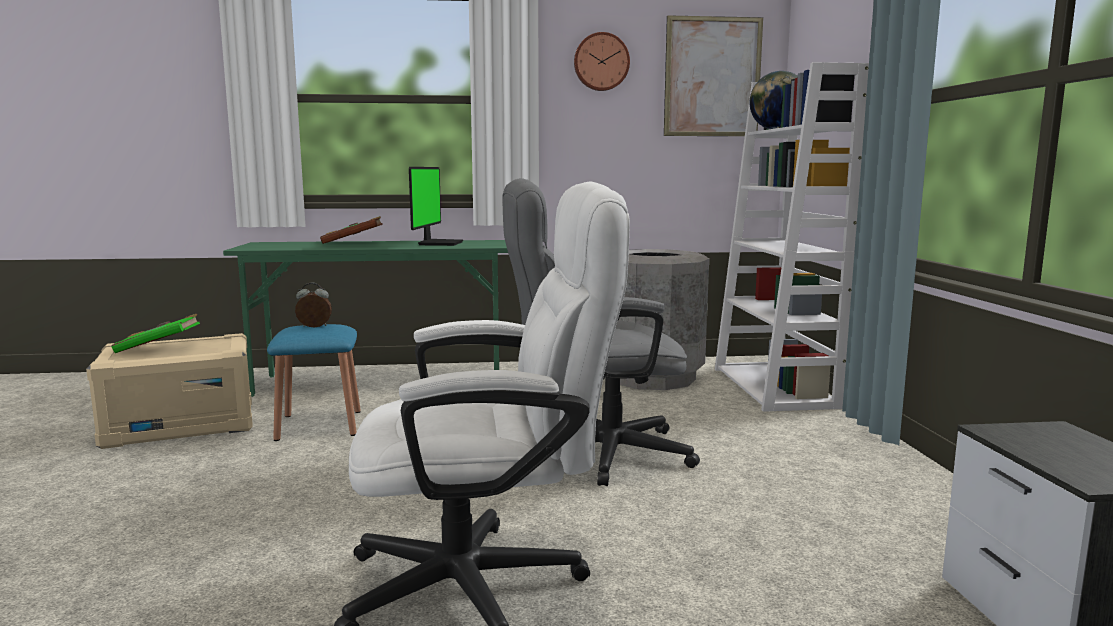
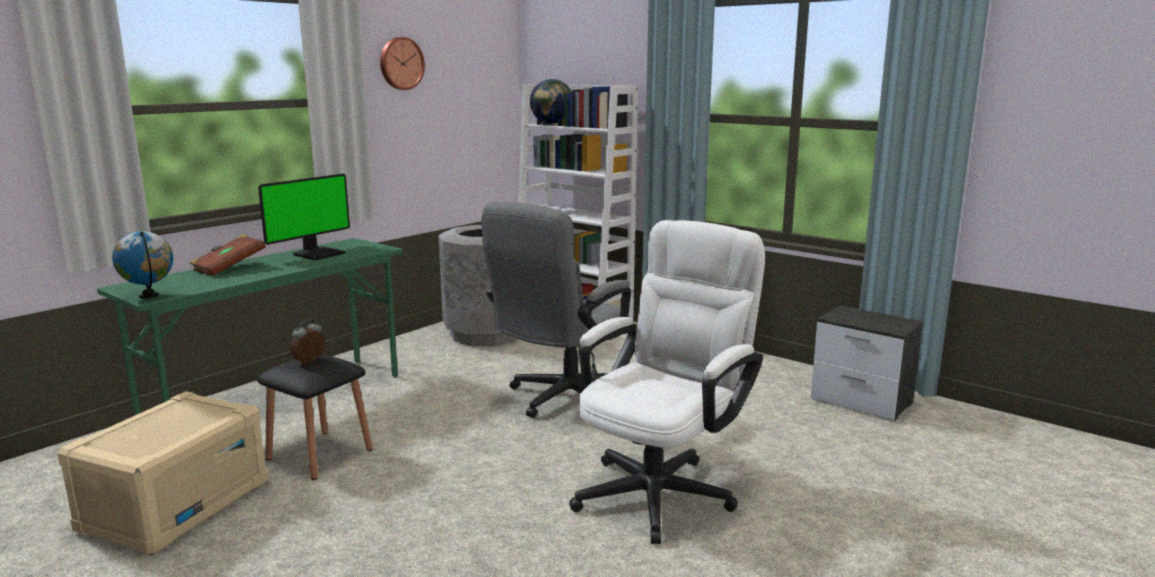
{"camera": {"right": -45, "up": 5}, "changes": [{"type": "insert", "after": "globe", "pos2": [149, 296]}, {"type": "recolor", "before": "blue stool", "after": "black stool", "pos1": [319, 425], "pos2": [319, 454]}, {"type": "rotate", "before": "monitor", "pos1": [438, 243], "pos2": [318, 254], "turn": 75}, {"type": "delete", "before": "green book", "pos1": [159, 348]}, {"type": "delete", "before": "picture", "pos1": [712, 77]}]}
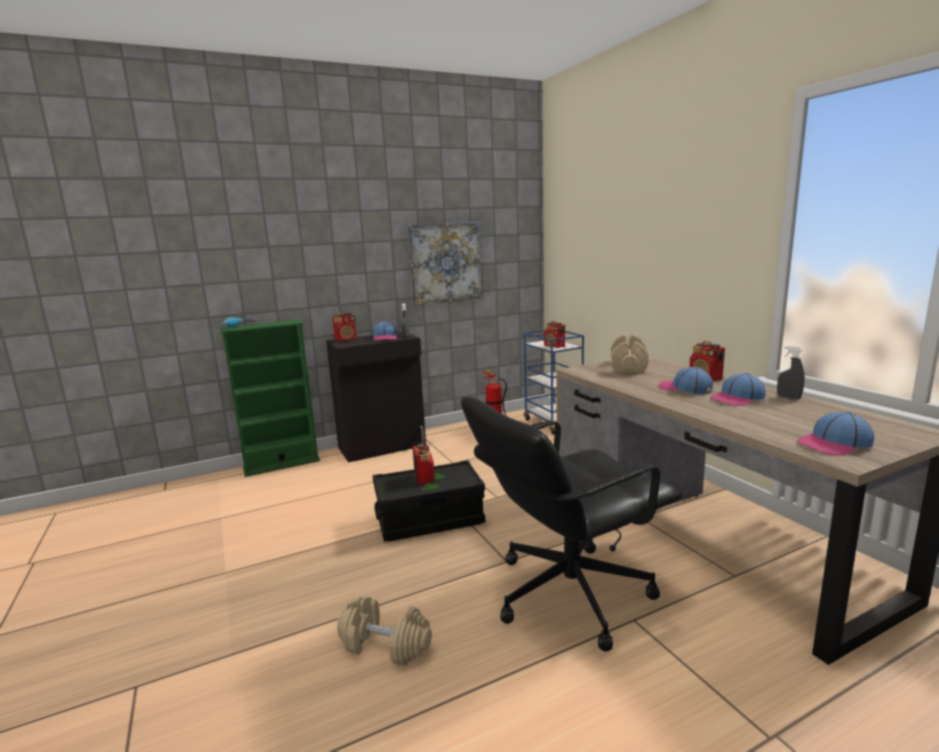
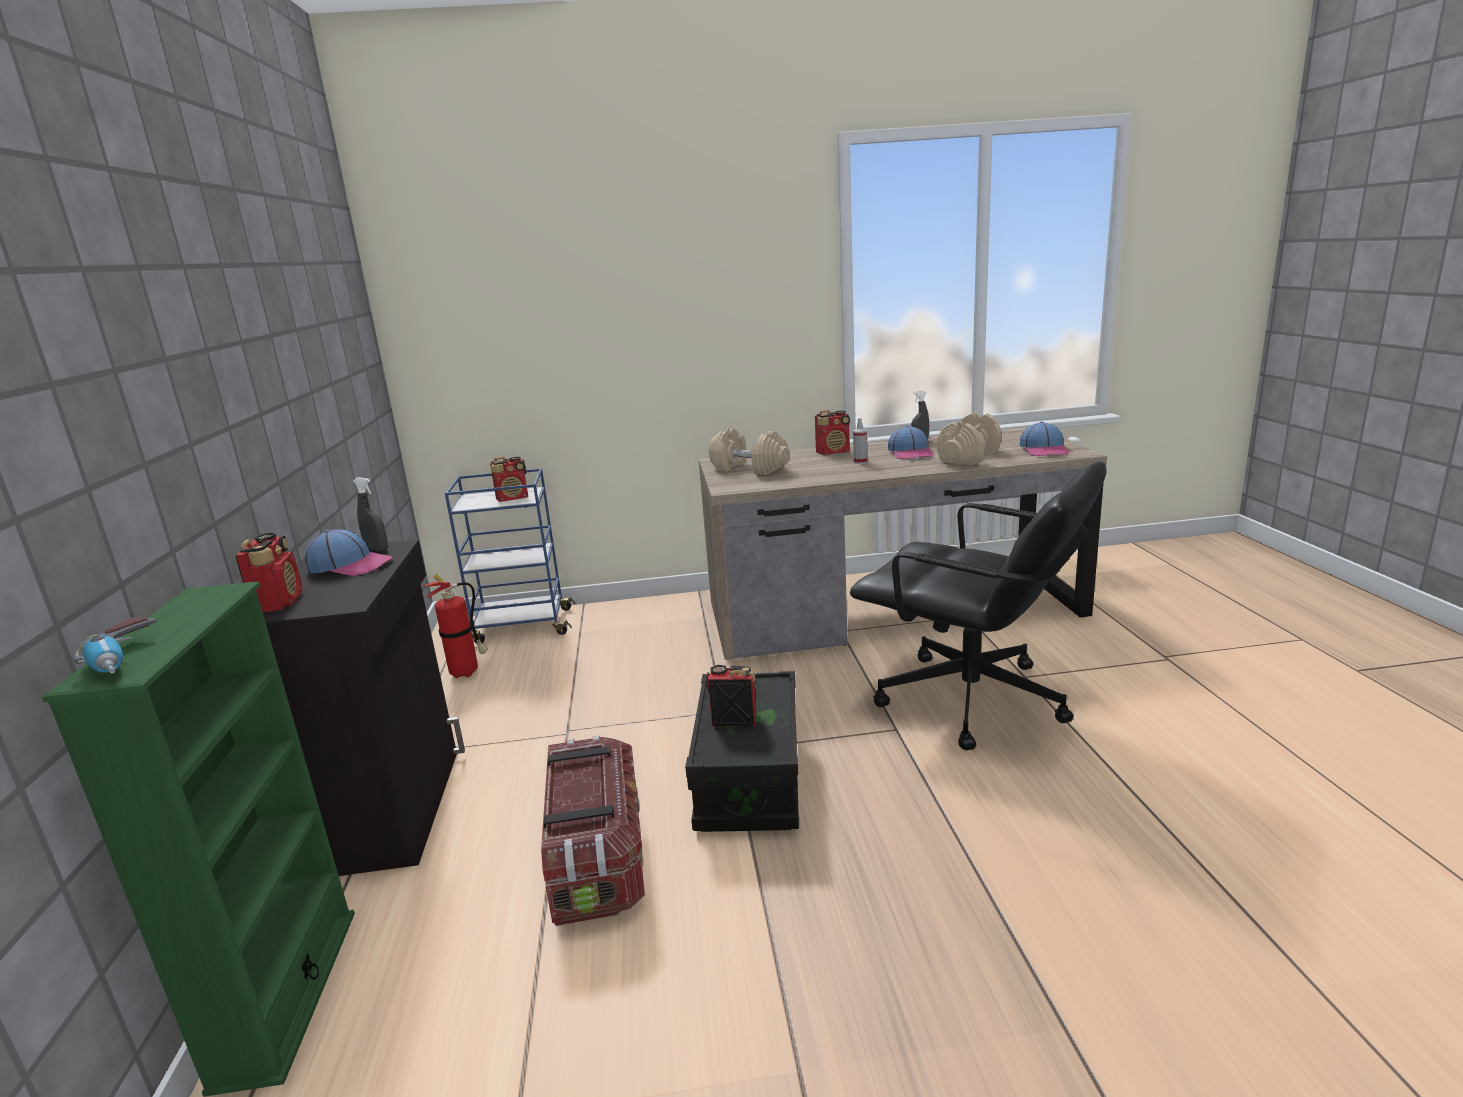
{"camera": {"right": -70, "up": 5}, "changes": [{"type": "insert", "after": "storage box", "pos2": [597, 856]}, {"type": "rotate", "before": "black office chair", "pos1": [568, 593], "pos2": [972, 701], "turn": -45}, {"type": "replace", "before": "cap", "after": "spray bottle", "pos1": [684, 388], "pos2": [860, 462]}, {"type": "move", "before": "beige dumbbell", "pos1": [386, 645], "pos2": [968, 457]}, {"type": "delete", "before": "picture", "pos1": [446, 262]}]}
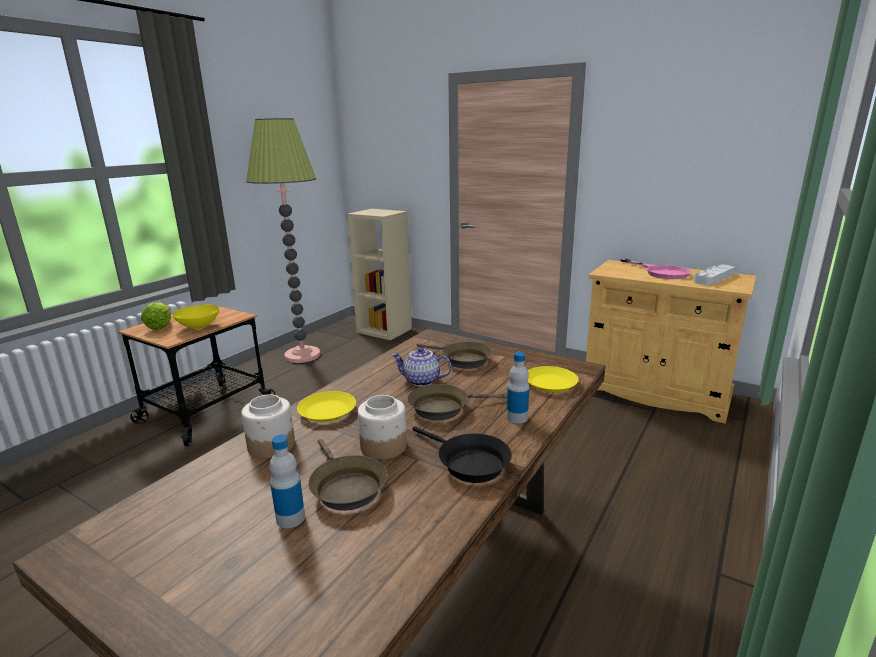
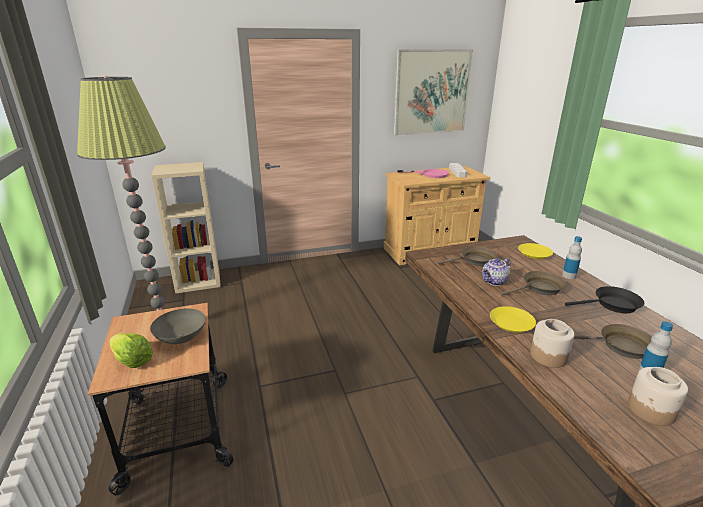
{"camera": {"right": -50, "up": 5}, "changes": [{"type": "recolor", "before": "yellow bowl", "after": "grey bowl", "pos1": [198, 326], "pos2": [181, 339]}, {"type": "insert", "after": "picture", "pos2": [431, 92]}, {"type": "rotate", "before": "brown frying pan", "pos1": [443, 408], "pos2": [539, 288], "turn": -135}, {"type": "move", "before": "jar", "pos1": [383, 446], "pos2": [651, 410]}]}
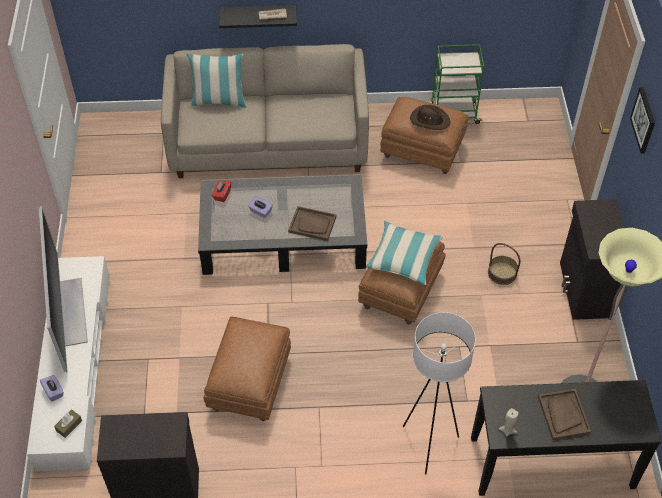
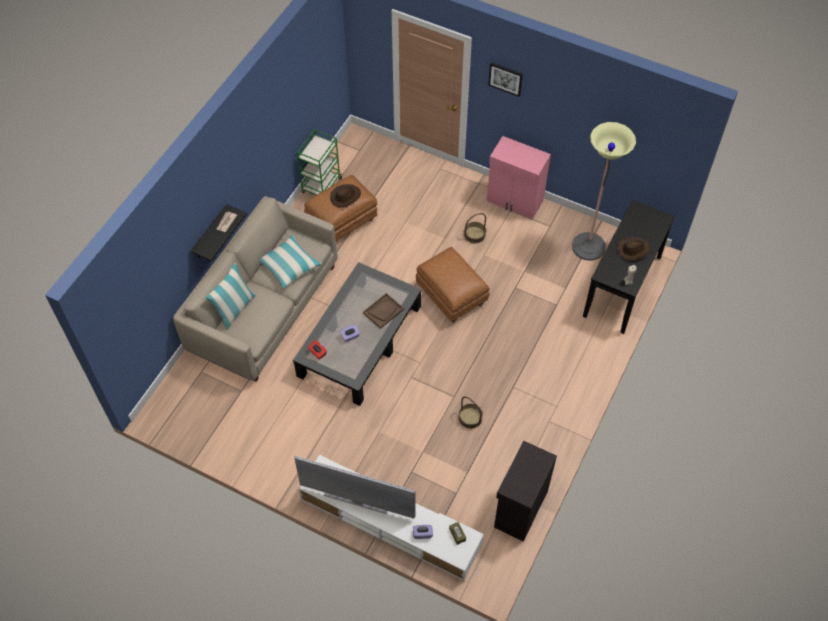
{"camera": {"right": -60, "up": 5}, "changes": [{"type": "move", "before": "pillow", "pos1": [404, 258], "pos2": [289, 265]}, {"type": "replace", "before": "brown ottoman", "after": "basket", "pos1": [249, 383], "pos2": [470, 418]}, {"type": "recolor", "before": "black cabinet", "after": "pink cabinet", "pos1": [583, 290], "pos2": [515, 201]}, {"type": "replace", "before": "brown tray", "after": "brown hat", "pos1": [563, 415], "pos2": [633, 249]}, {"type": "delete", "before": "white floor lamp", "pos1": [428, 444]}]}
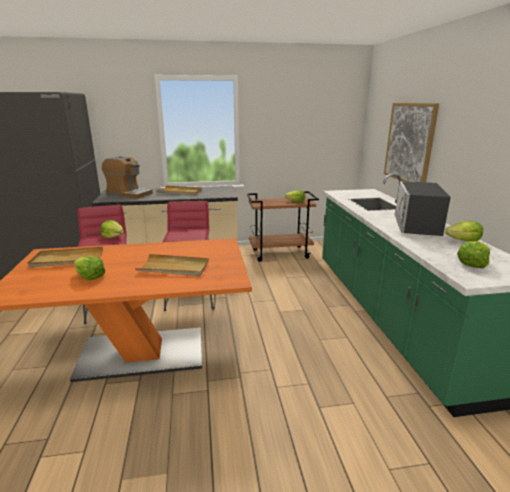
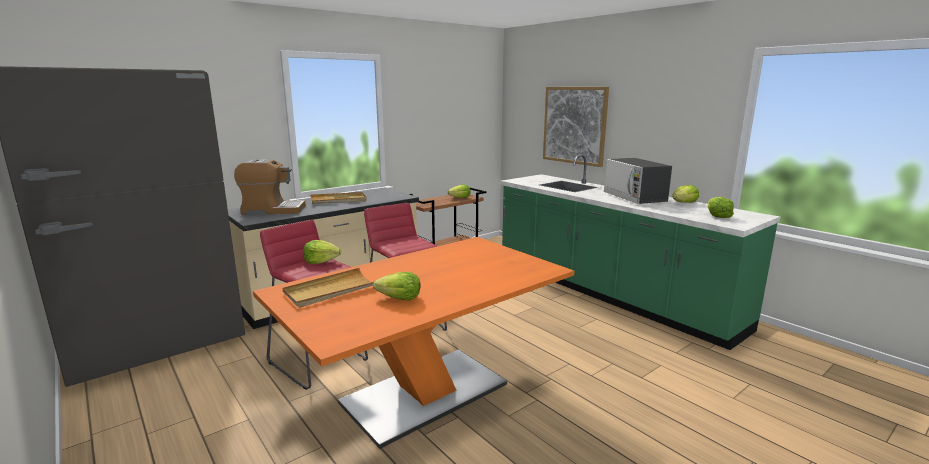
{"camera": {"right": -30, "up": -5}, "changes": [{"type": "delete", "before": "beige tray", "pos1": [174, 268]}]}
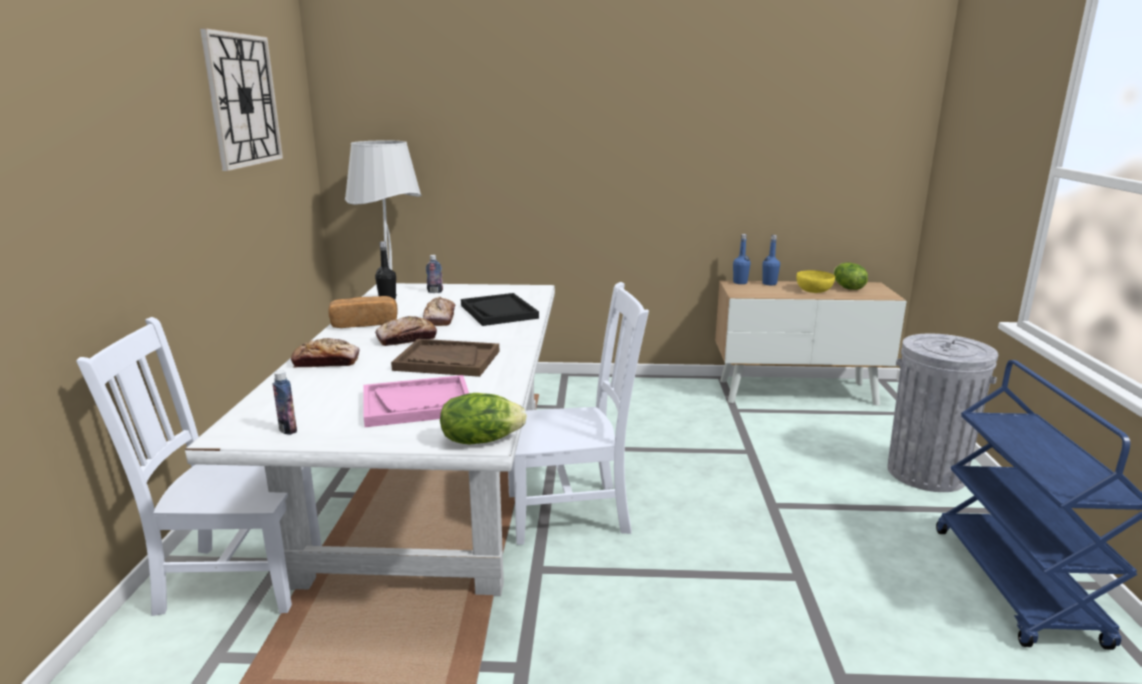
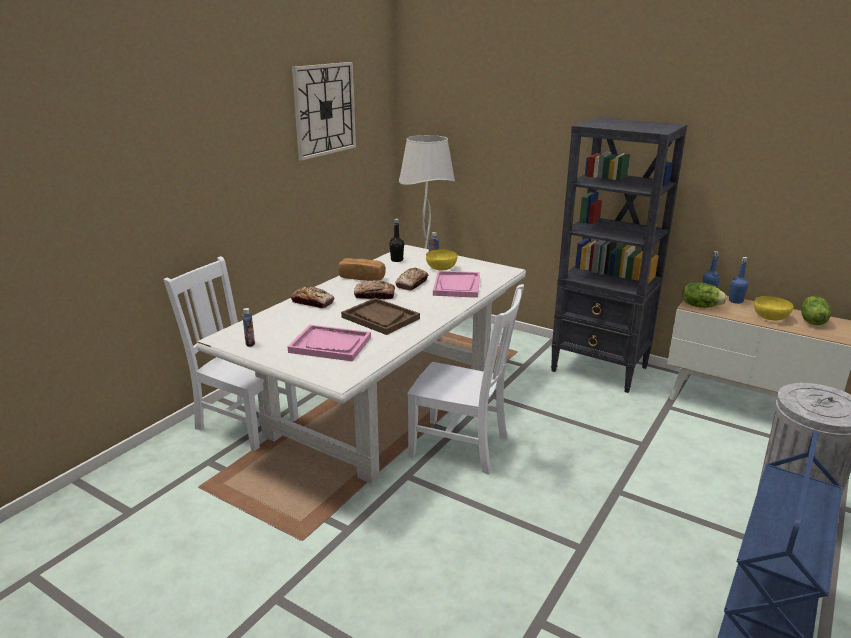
{"camera": {"right": 30, "up": 5}, "changes": [{"type": "insert", "after": "yellow bowl", "pos2": [441, 268]}, {"type": "recolor", "before": "black tray", "after": "pink tray", "pos1": [499, 312], "pos2": [457, 286]}, {"type": "insert", "after": "black bookcase", "pos2": [600, 369]}, {"type": "move", "before": "lettuce", "pos1": [480, 440], "pos2": [700, 306]}]}
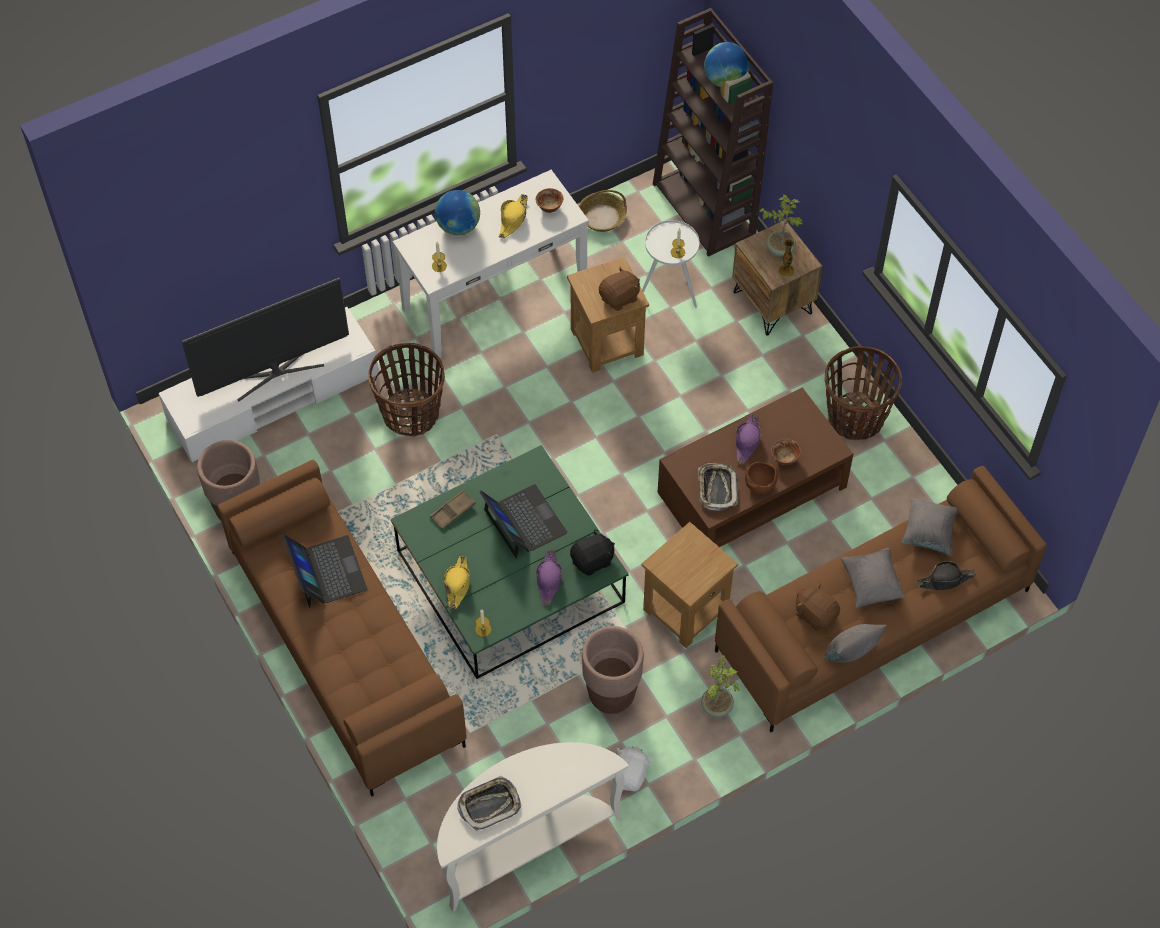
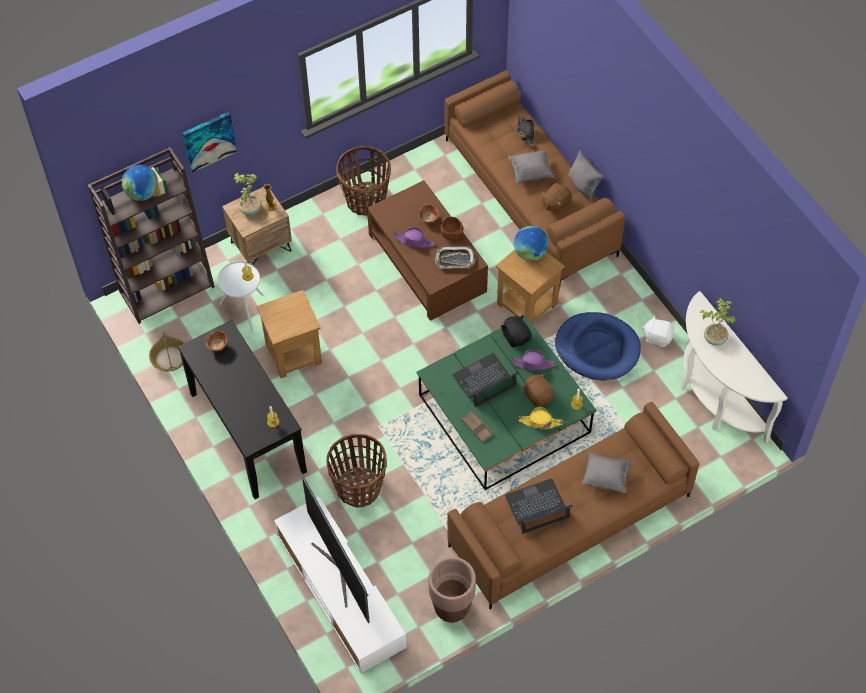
{"camera": {"right": -90, "up": 0}, "changes": [{"type": "recolor", "before": "white console table", "after": "black console table", "pos1": [494, 298], "pos2": [247, 432]}, {"type": "insert", "after": "picture", "pos2": [209, 141]}, {"type": "move", "before": "globe", "pos1": [458, 226], "pos2": [530, 253]}, {"type": "move", "before": "brown plush toy", "pos1": [619, 298], "pos2": [538, 395]}, {"type": "replace", "before": "brown planter", "after": "blue dog bed", "pos1": [611, 695], "pos2": [597, 348]}, {"type": "move", "before": "grey pillow", "pos1": [928, 533], "pos2": [606, 477]}, {"type": "move", "before": "potted plant", "pos1": [717, 706], "pos2": [714, 338]}, {"type": "delete", "before": "tray", "pos1": [489, 805]}, {"type": "delete", "before": "yellow hat", "pos1": [513, 219]}]}
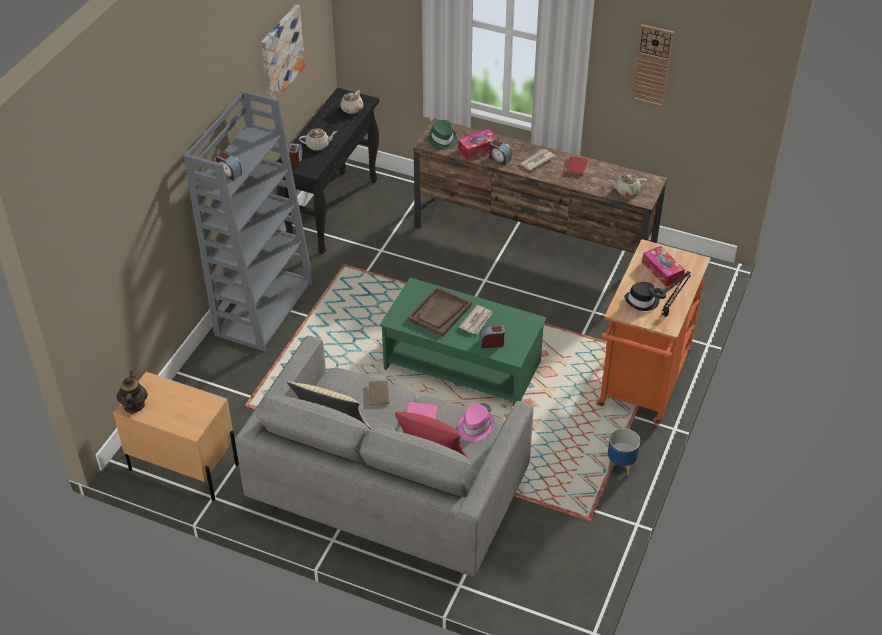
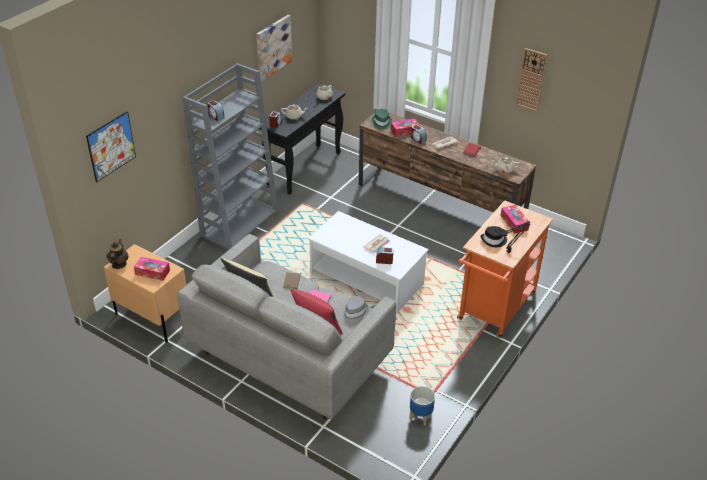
{"camera": {"right": 10, "up": -5}, "changes": [{"type": "insert", "after": "picture", "pos2": [111, 146]}, {"type": "insert", "after": "tissue box", "pos2": [152, 272]}, {"type": "recolor", "before": "green coffee table", "after": "white coffee table", "pos1": [461, 365], "pos2": [366, 278]}, {"type": "recolor", "before": "pink hat", "after": "grey hat", "pos1": [474, 426], "pos2": [354, 312]}, {"type": "move", "before": "planter", "pos1": [620, 466], "pos2": [420, 416]}, {"type": "delete", "before": "brown tray", "pos1": [439, 313]}]}
